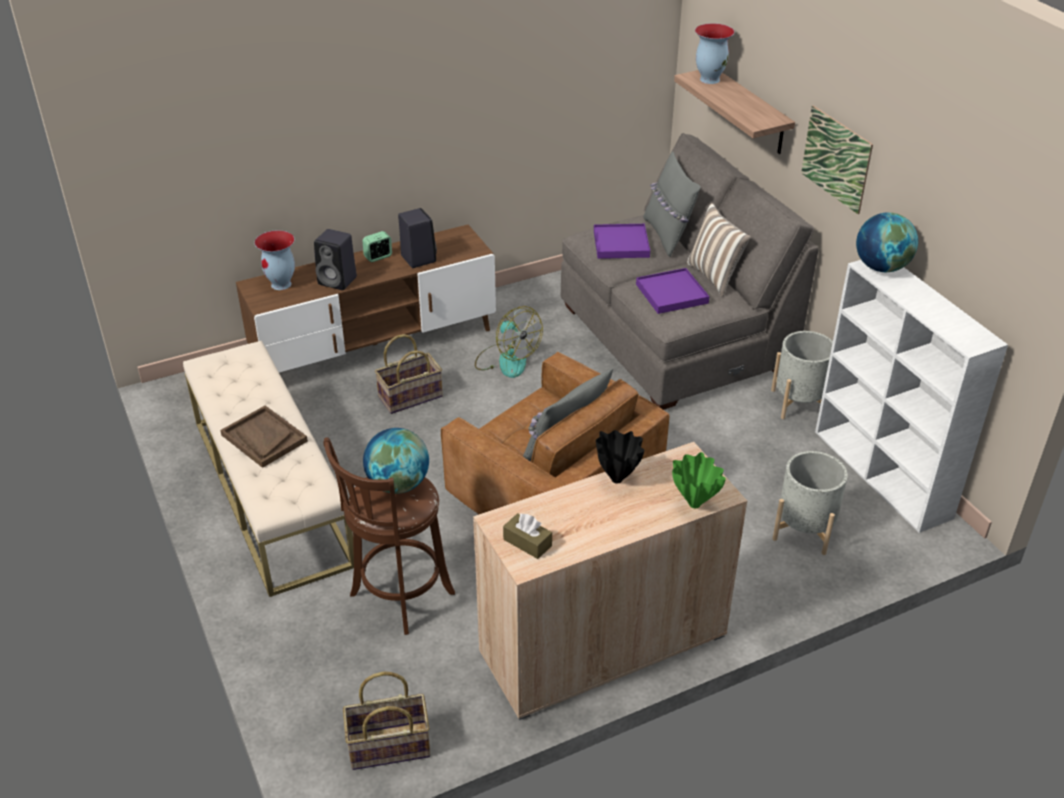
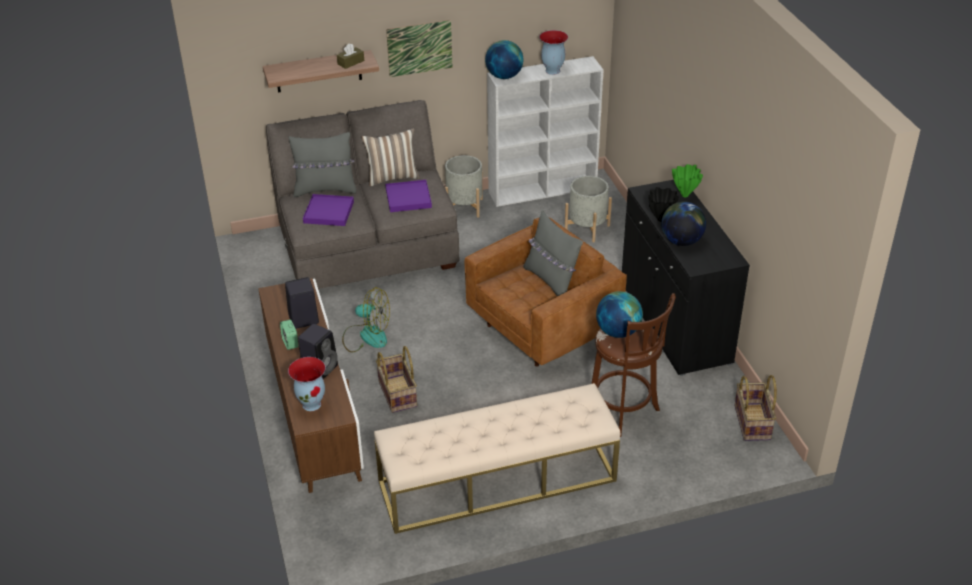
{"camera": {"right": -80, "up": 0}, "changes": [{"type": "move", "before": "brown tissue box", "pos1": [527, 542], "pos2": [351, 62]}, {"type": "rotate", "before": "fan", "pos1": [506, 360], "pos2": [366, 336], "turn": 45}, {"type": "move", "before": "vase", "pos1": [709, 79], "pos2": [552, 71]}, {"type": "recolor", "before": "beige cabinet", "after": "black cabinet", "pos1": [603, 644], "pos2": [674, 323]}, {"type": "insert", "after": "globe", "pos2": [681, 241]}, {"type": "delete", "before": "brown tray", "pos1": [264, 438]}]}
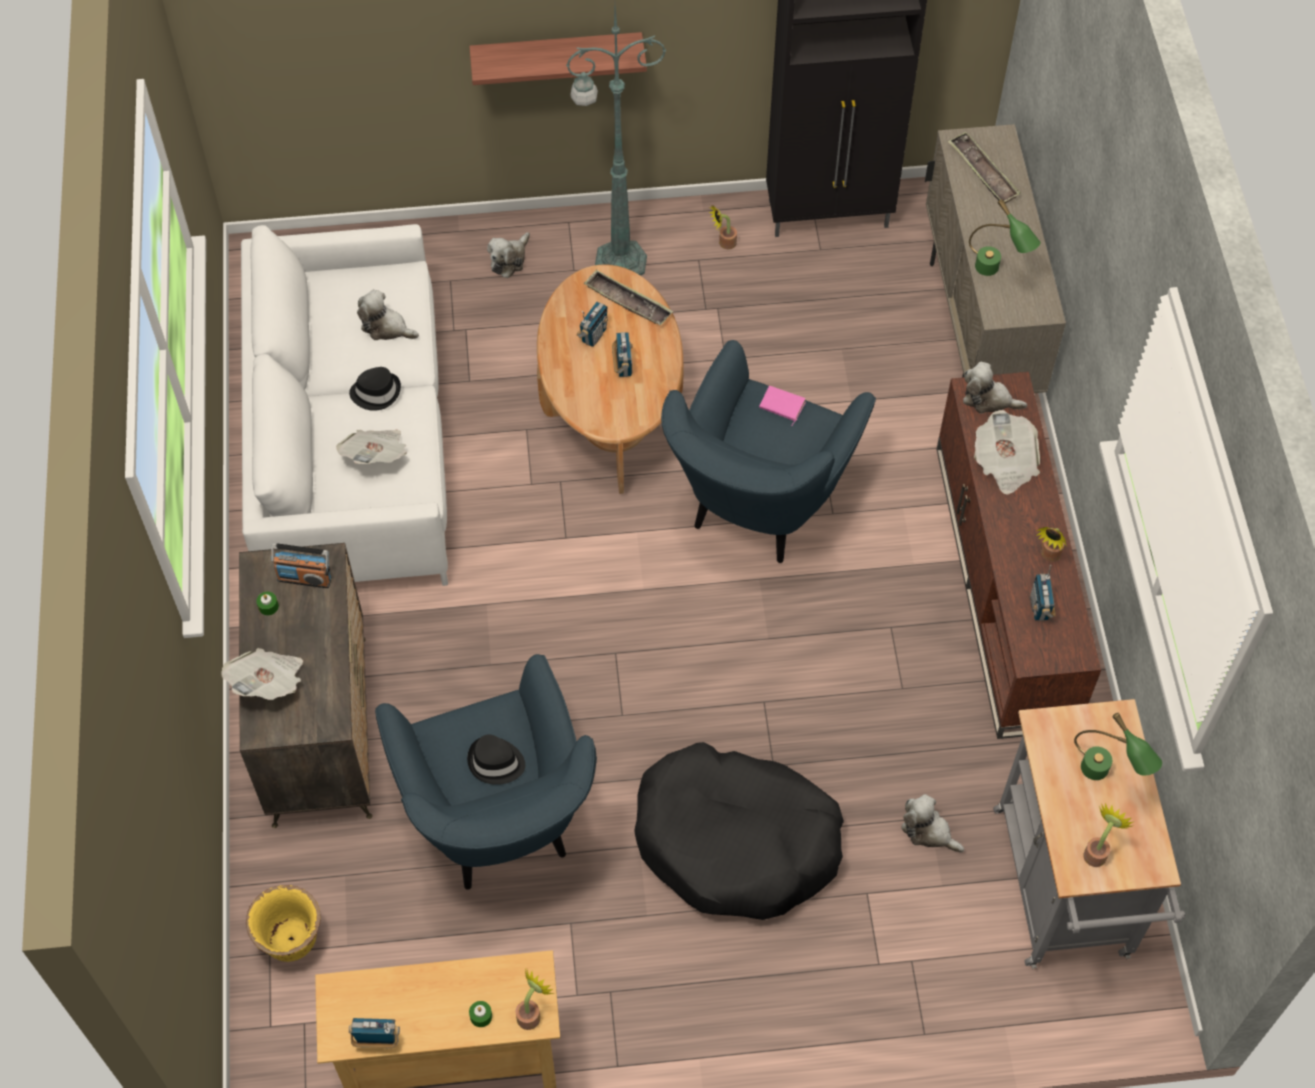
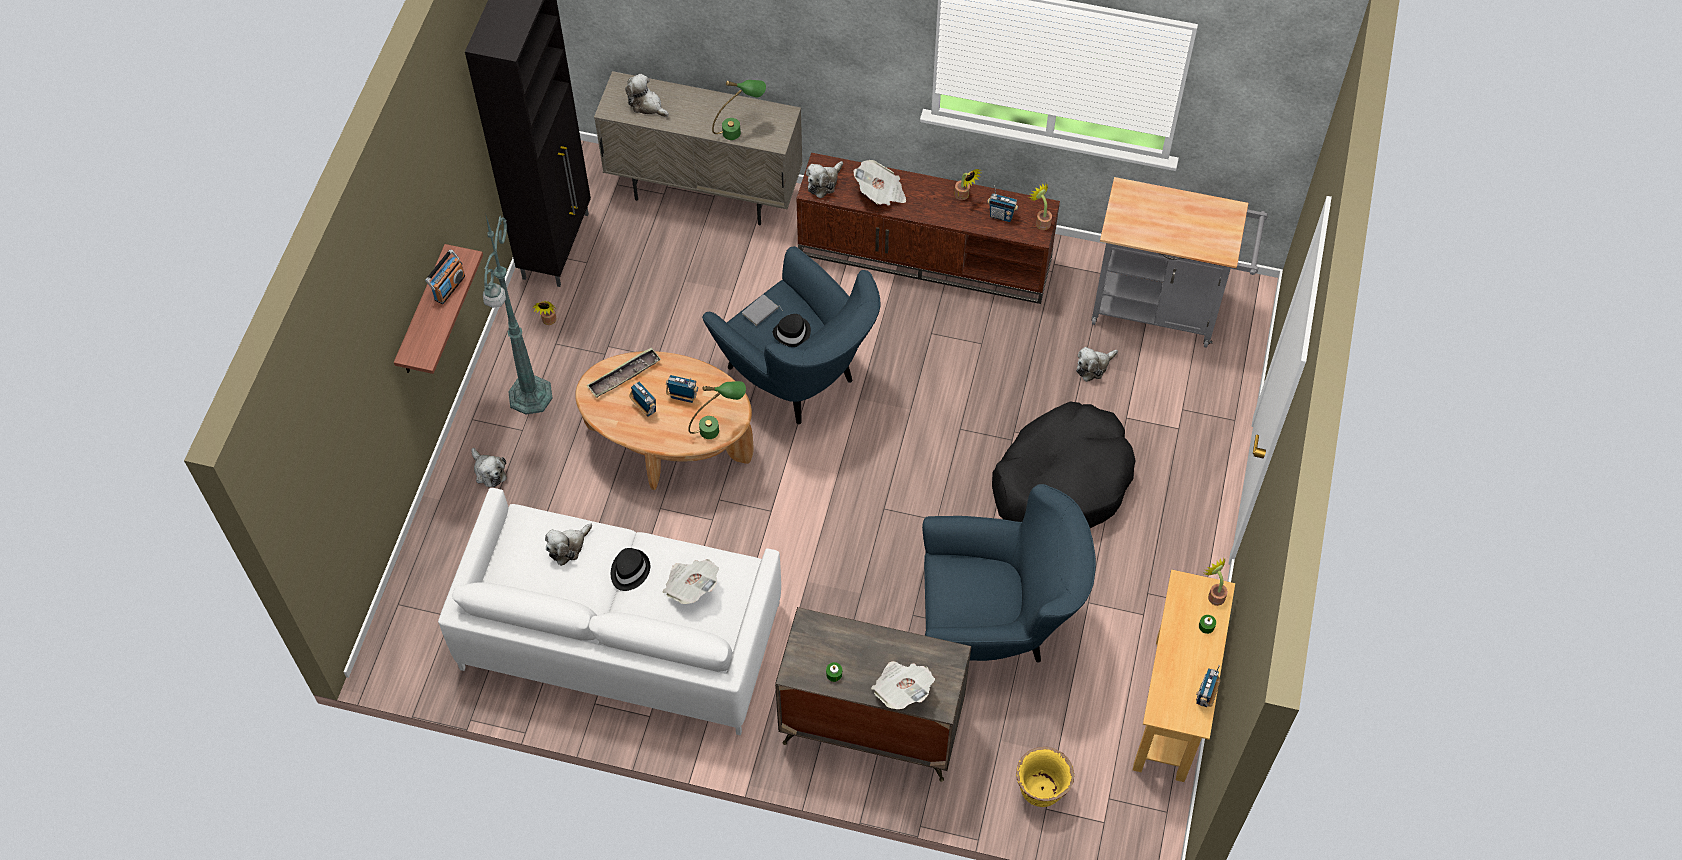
{"camera": {"right": -70, "up": 0}, "changes": [{"type": "move", "before": "radio", "pos1": [304, 578], "pos2": [449, 287]}, {"type": "replace", "before": "tray", "after": "plush toy", "pos1": [983, 172], "pos2": [646, 105]}, {"type": "move", "before": "green table lamp", "pos1": [1105, 776], "pos2": [718, 427]}, {"type": "recolor", "before": "pink book", "after": "grey book", "pos1": [781, 406], "pos2": [761, 312]}, {"type": "move", "before": "black hat", "pos1": [495, 762], "pos2": [792, 333]}, {"type": "move", "before": "potted plant", "pos1": [1097, 852], "pos2": [1041, 222]}]}
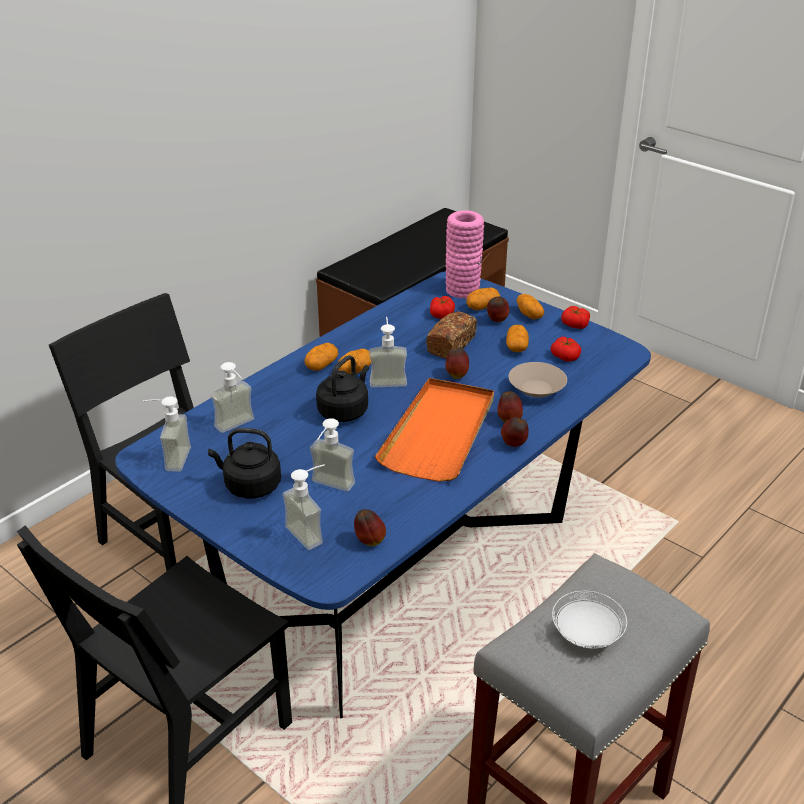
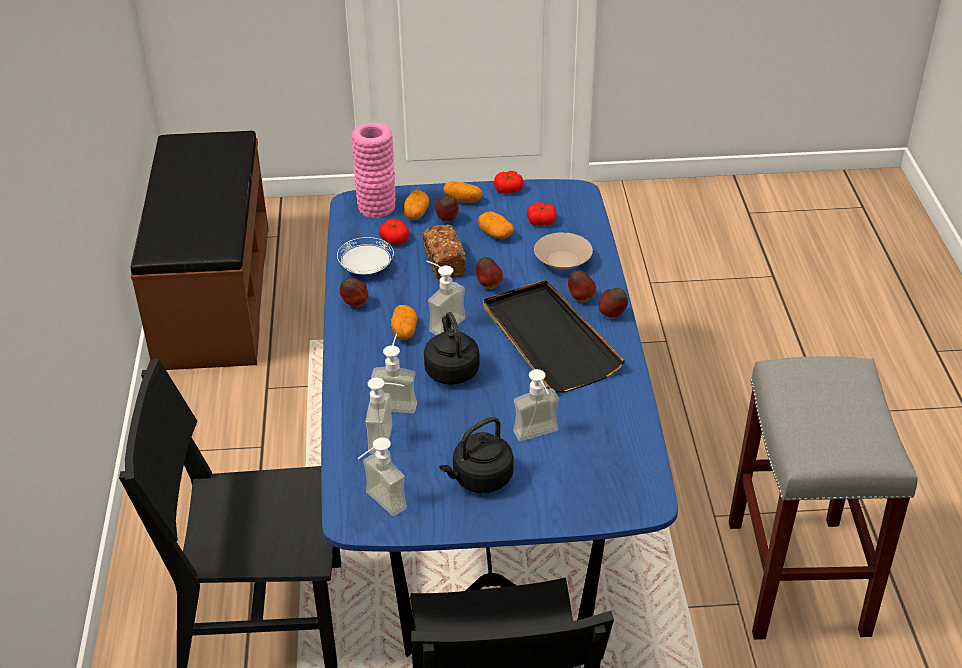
{"camera": {"right": -45, "up": 5}, "changes": [{"type": "move", "before": "white plate", "pos1": [586, 634], "pos2": [366, 268]}, {"type": "move", "before": "apple", "pos1": [369, 541], "pos2": [355, 304]}, {"type": "move", "before": "soap dispenser", "pos1": [312, 531], "pos2": [397, 400]}, {"type": "recolor", "before": "orange tray", "after": "black tray", "pos1": [440, 433], "pos2": [548, 340]}, {"type": "delete", "before": "potato", "pos1": [321, 365]}]}
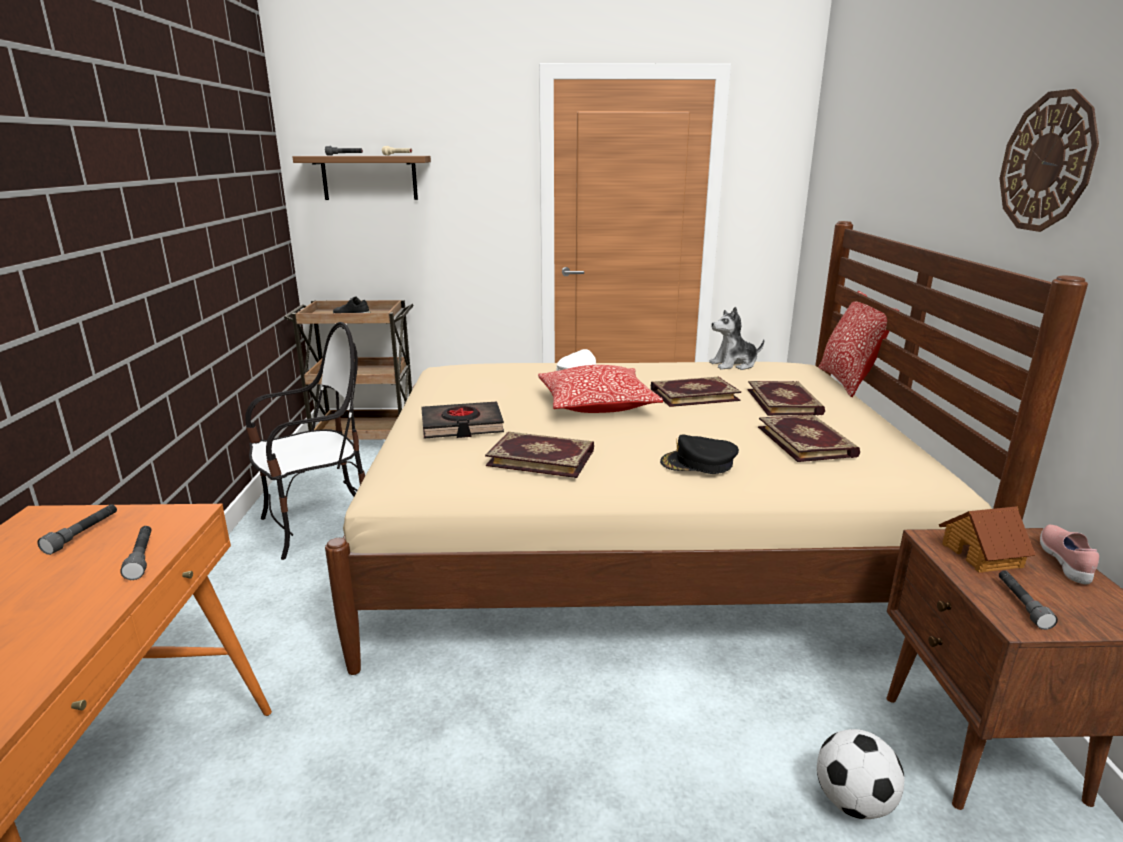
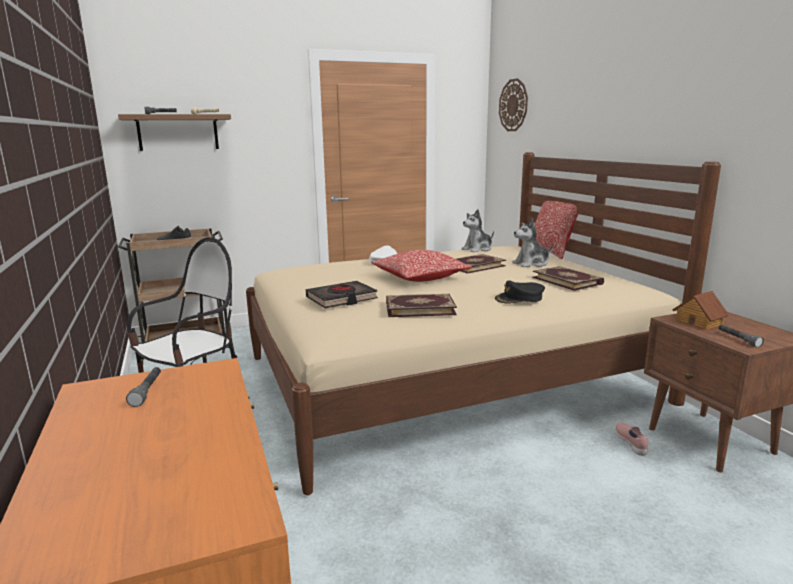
{"camera": {"right": -20, "up": -5}, "changes": [{"type": "move", "before": "wall clock", "pos1": [1047, 162], "pos2": [513, 105]}, {"type": "replace", "before": "book", "after": "plush toy", "pos1": [785, 402], "pos2": [531, 264]}, {"type": "move", "before": "pink shoe", "pos1": [1066, 563], "pos2": [631, 443]}, {"type": "delete", "before": "grey flashlight", "pos1": [141, 558]}, {"type": "delete", "before": "football", "pos1": [853, 802]}]}
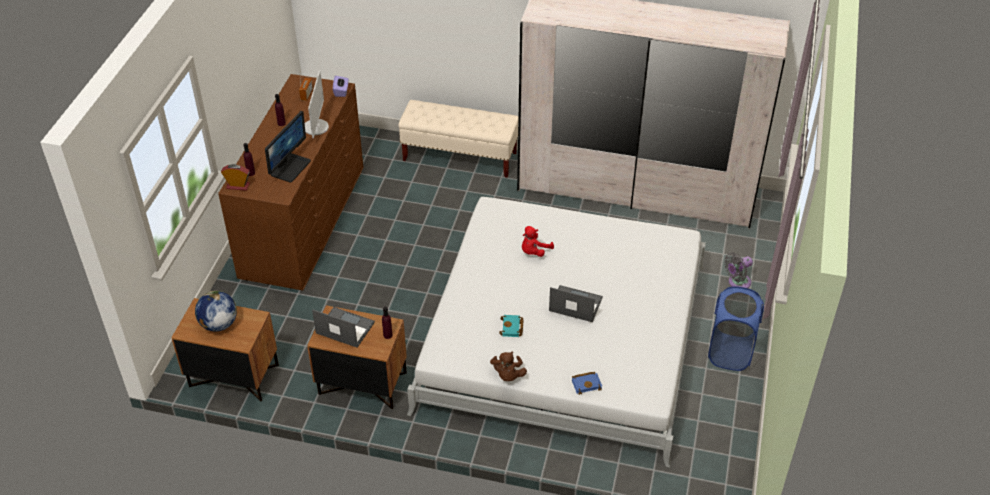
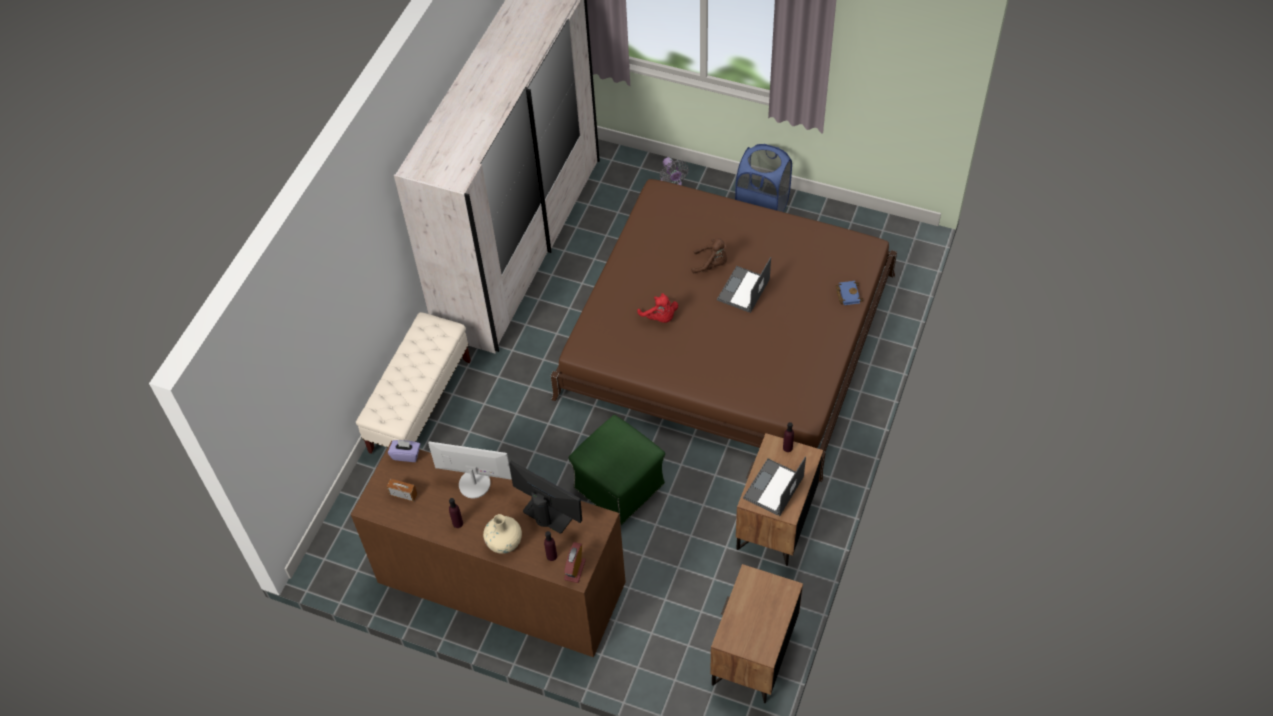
{"camera": {"right": -80, "up": 10}, "changes": [{"type": "insert", "after": "beige vase", "pos2": [504, 542]}, {"type": "recolor", "before": "white bed", "after": "brown bed", "pos1": [564, 336], "pos2": [727, 335]}, {"type": "insert", "after": "green ottoman", "pos2": [620, 486]}, {"type": "move", "before": "brown plush toy", "pos1": [508, 375], "pos2": [711, 264]}, {"type": "delete", "before": "globe", "pos1": [218, 324]}, {"type": "delete", "before": "turquoise book", "pos1": [512, 328]}]}
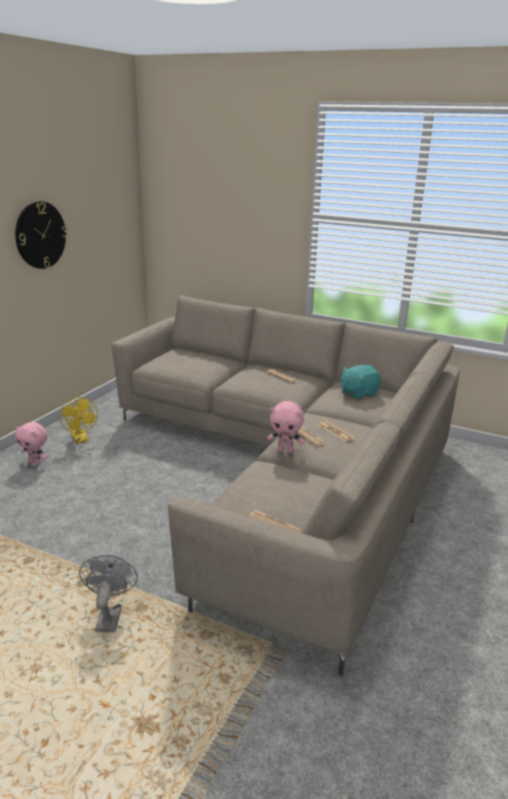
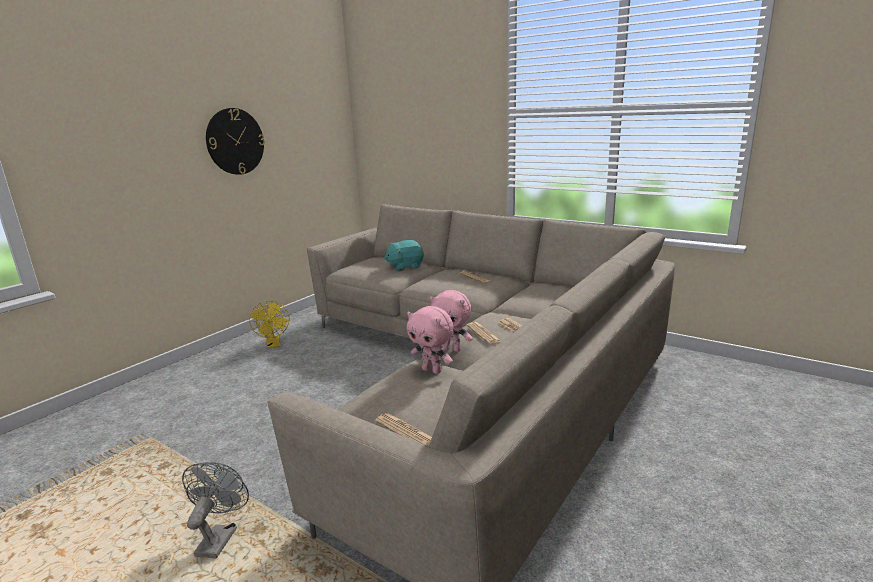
{"camera": {"right": 10, "up": -5}, "changes": [{"type": "move", "before": "turquoise plush toy", "pos1": [358, 393], "pos2": [405, 267]}, {"type": "move", "before": "pink plush toy", "pos1": [35, 463], "pos2": [432, 370]}]}
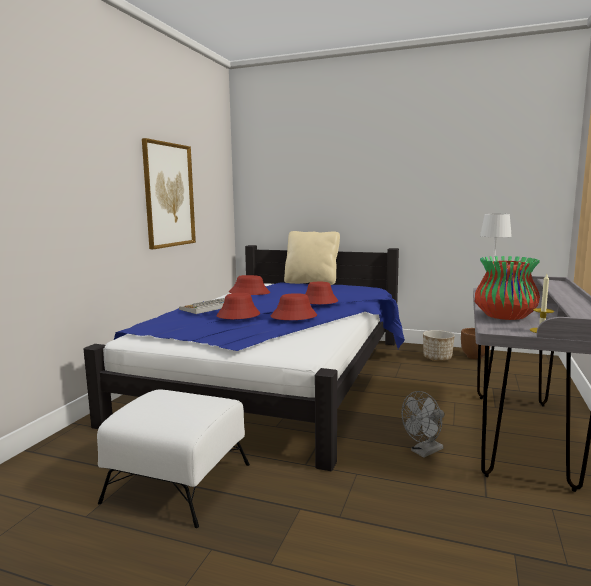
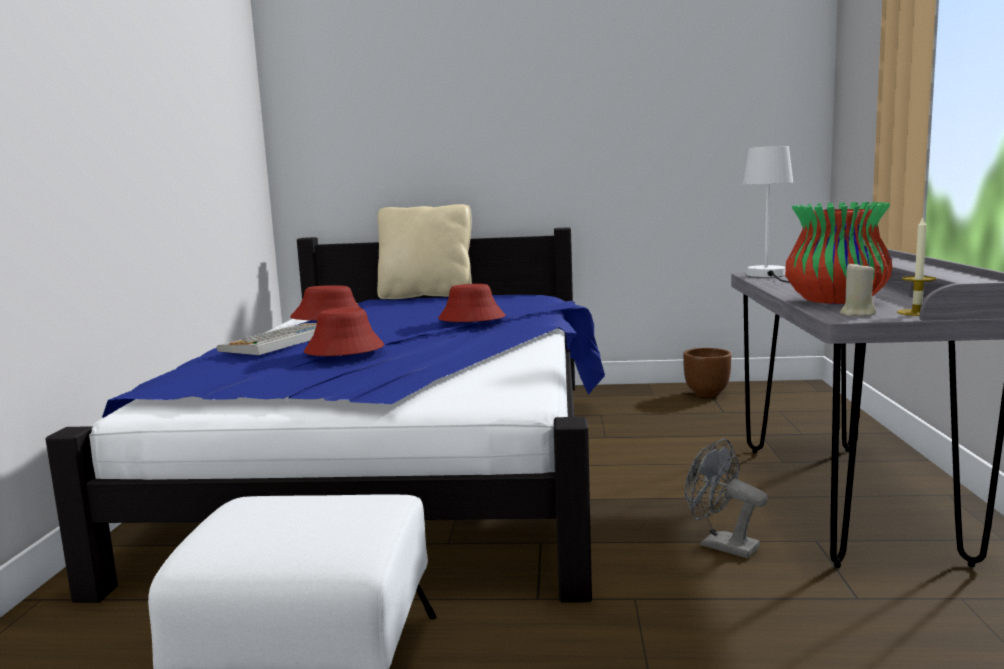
{"camera": {"right": -15, "up": 0}, "changes": [{"type": "rotate", "before": "grey fan", "pos1": [424, 452], "pos2": [720, 545], "turn": 90}, {"type": "insert", "after": "beige candle", "pos2": [857, 314]}, {"type": "delete", "before": "picture", "pos1": [169, 195]}, {"type": "delete", "before": "red hat", "pos1": [293, 316]}, {"type": "delete", "before": "planter", "pos1": [437, 358]}]}
